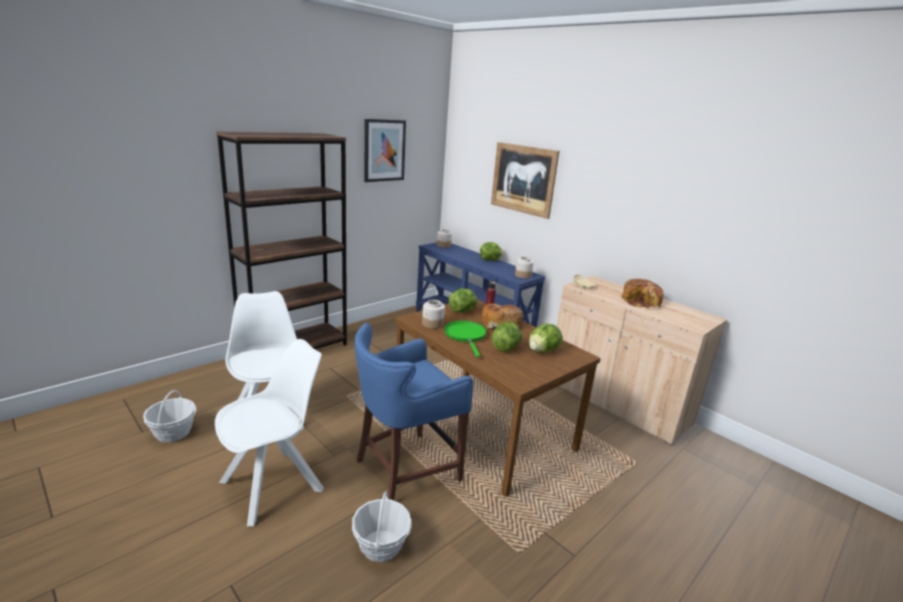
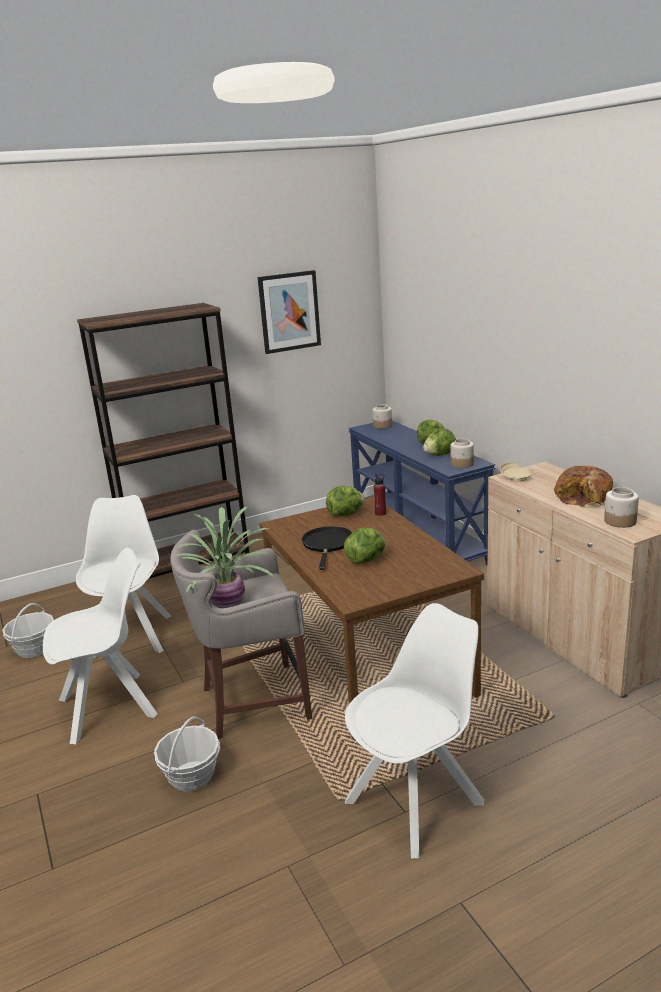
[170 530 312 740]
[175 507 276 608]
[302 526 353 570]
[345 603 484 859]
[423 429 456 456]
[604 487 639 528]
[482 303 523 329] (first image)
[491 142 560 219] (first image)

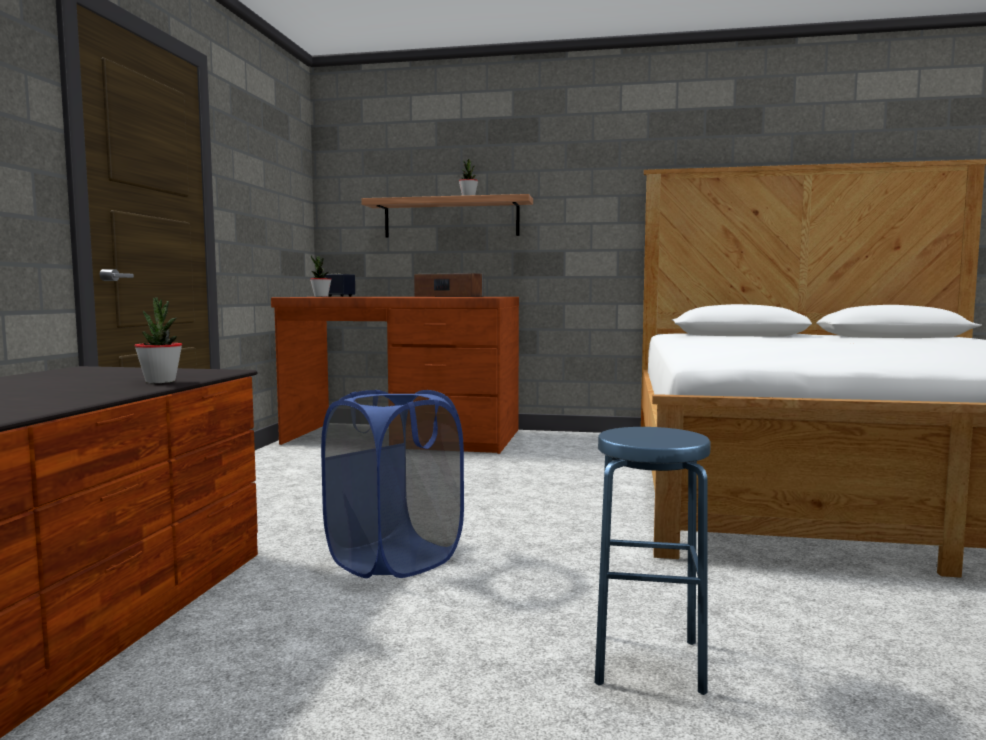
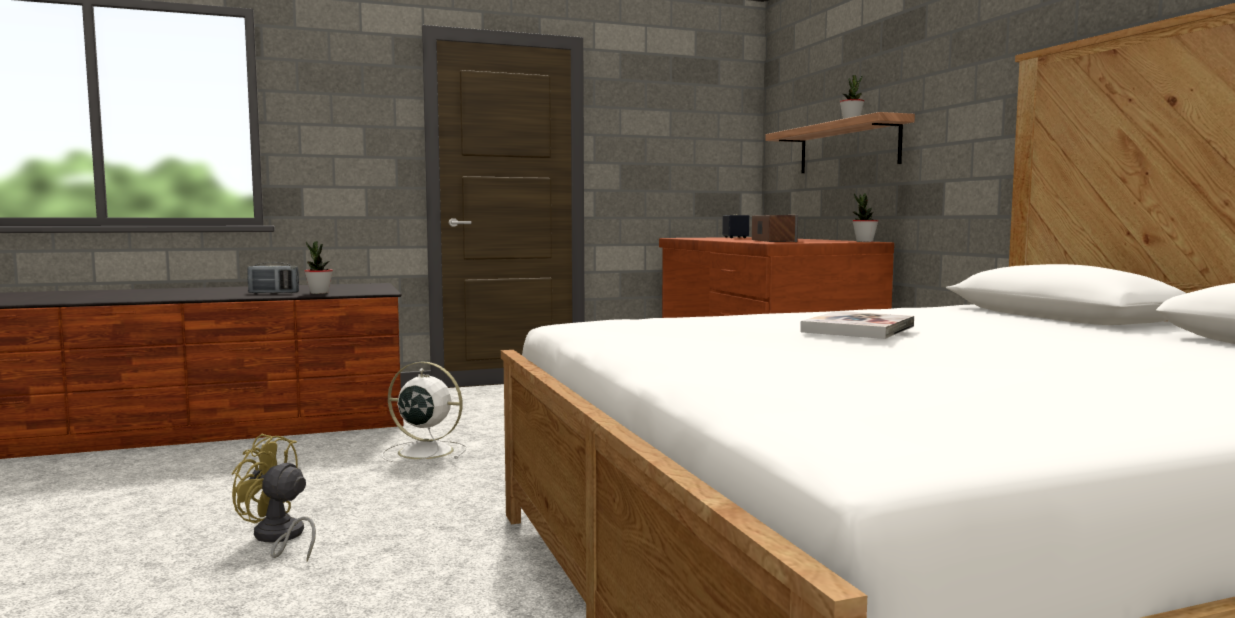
[232 434 316 562]
[247 262 299 294]
[382 362 466 463]
[800 311 914 339]
[852 193 878 242]

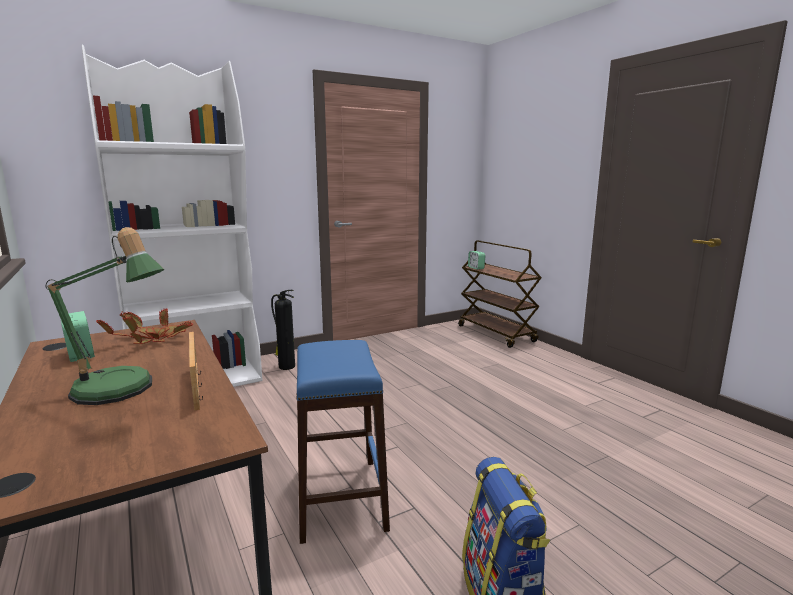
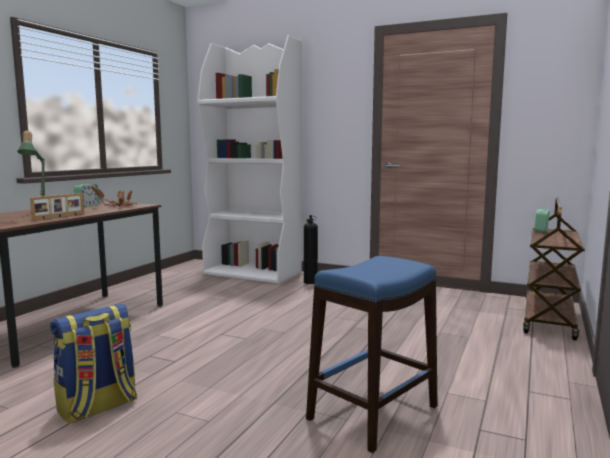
[306 256 438 453]

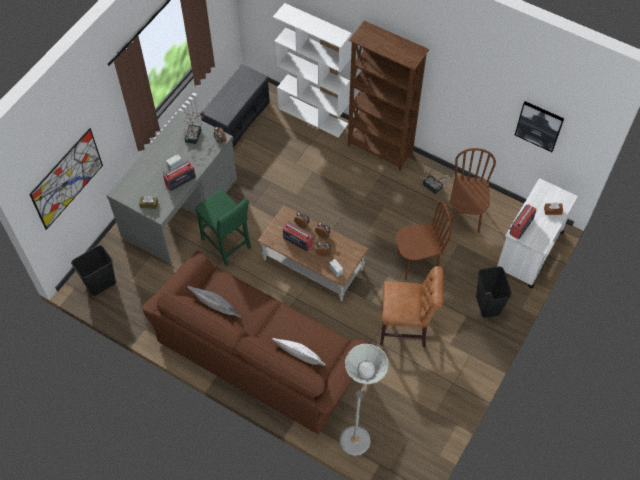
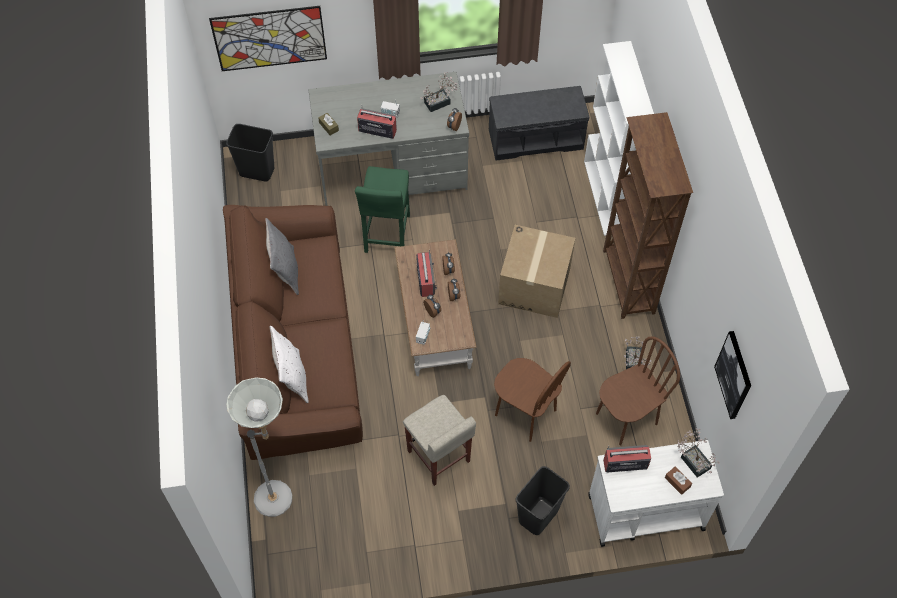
[403 395 476 486]
[498 225 575 318]
[677 428 720 478]

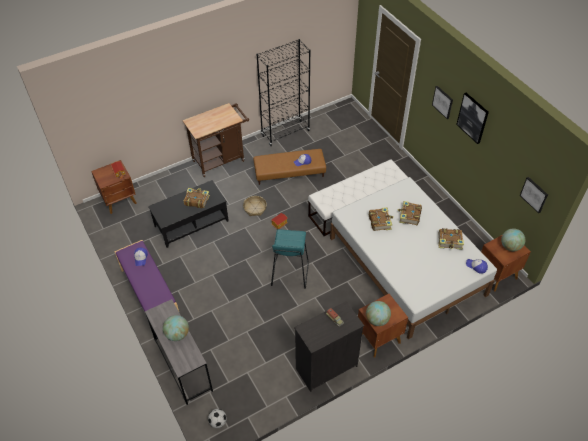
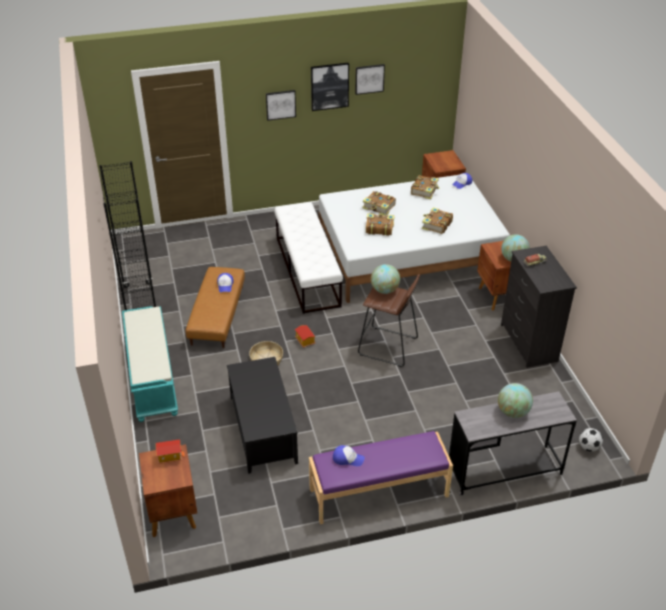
[122 306 178 422]
[355 64 385 95]
[358 274 420 367]
[371 264 400 294]
[422 207 453 234]

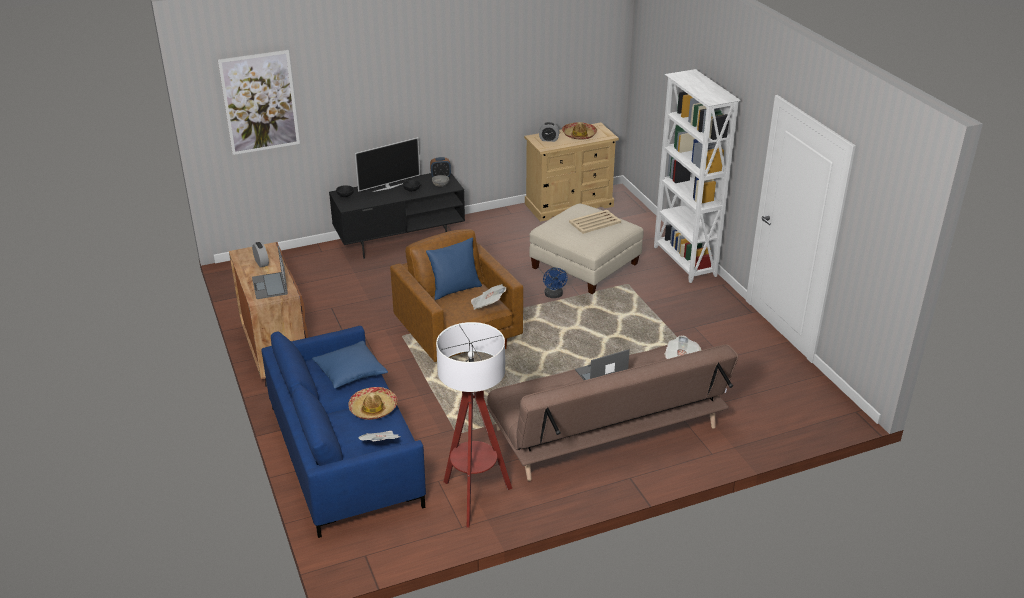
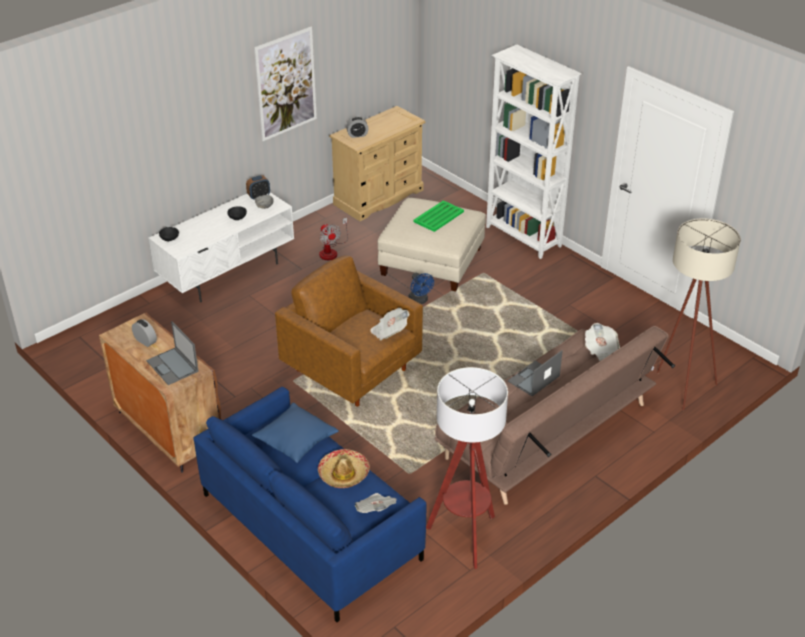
[148 192 294 302]
[254 27 317 141]
[319 218 348 260]
[413 200 464 232]
[657 218 741 410]
[355 137 420 192] (first image)
[426 238 482 300] (first image)
[562 122 597 140] (first image)

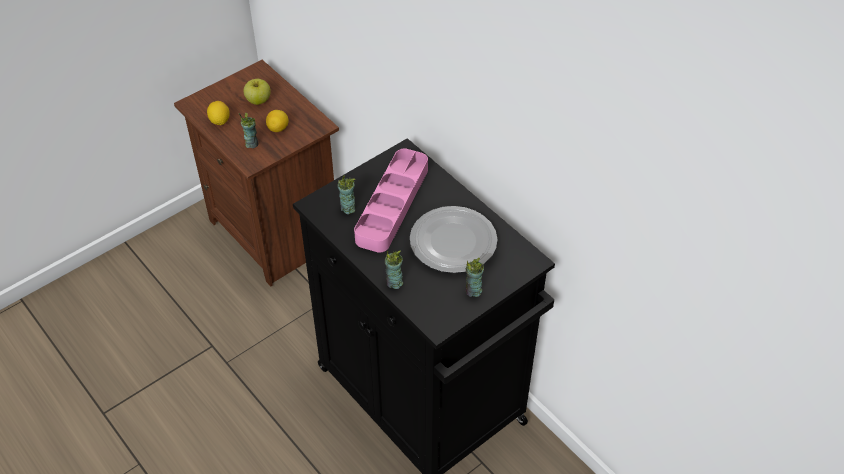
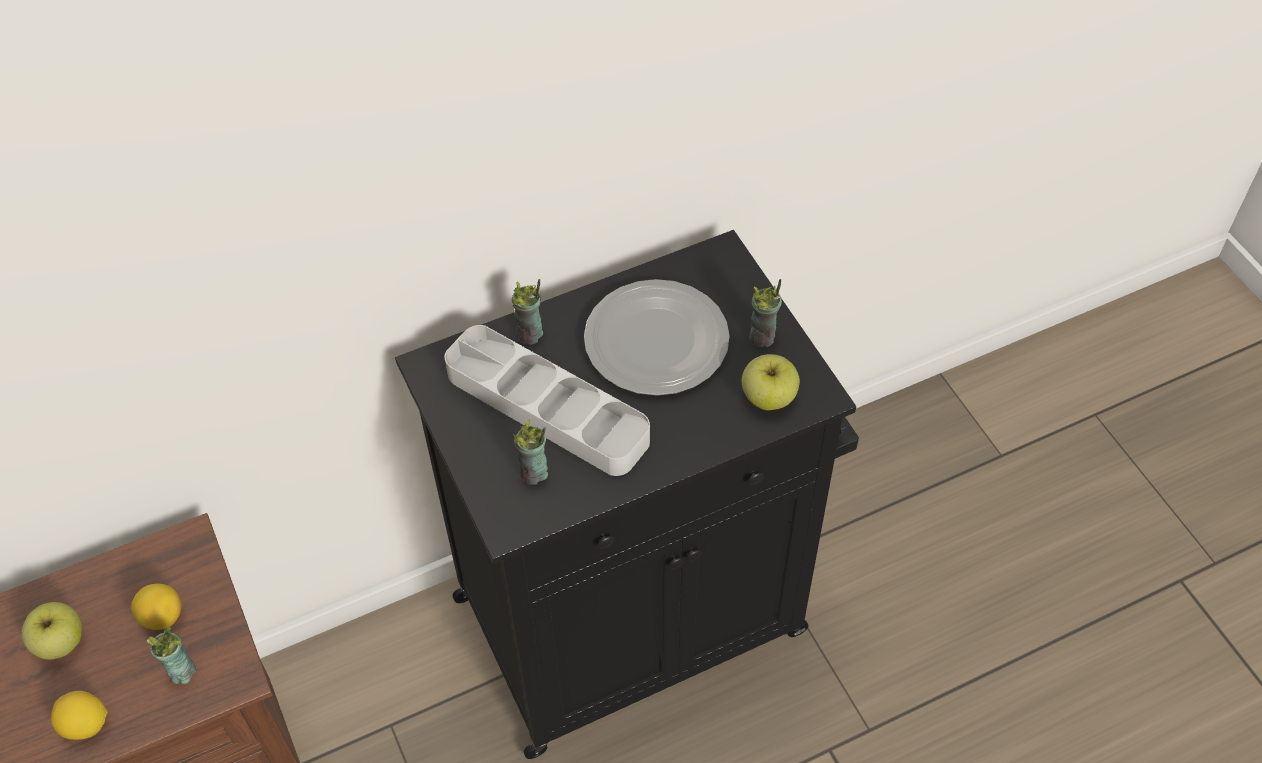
[445 325 650 476]
[512 279 543 345]
[742 354 800 410]

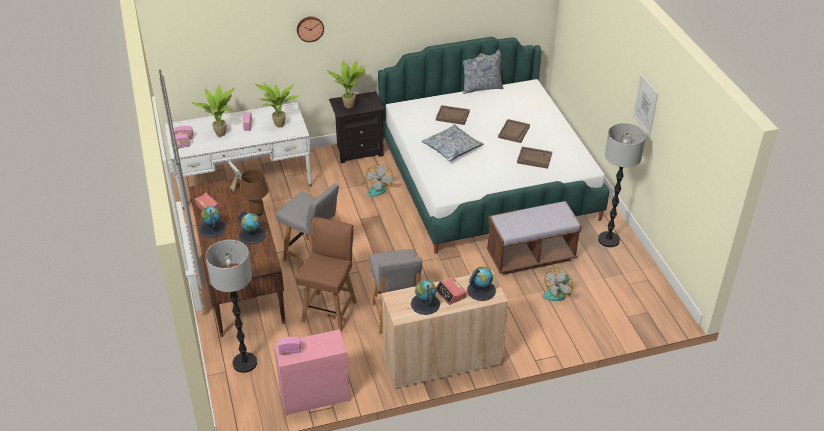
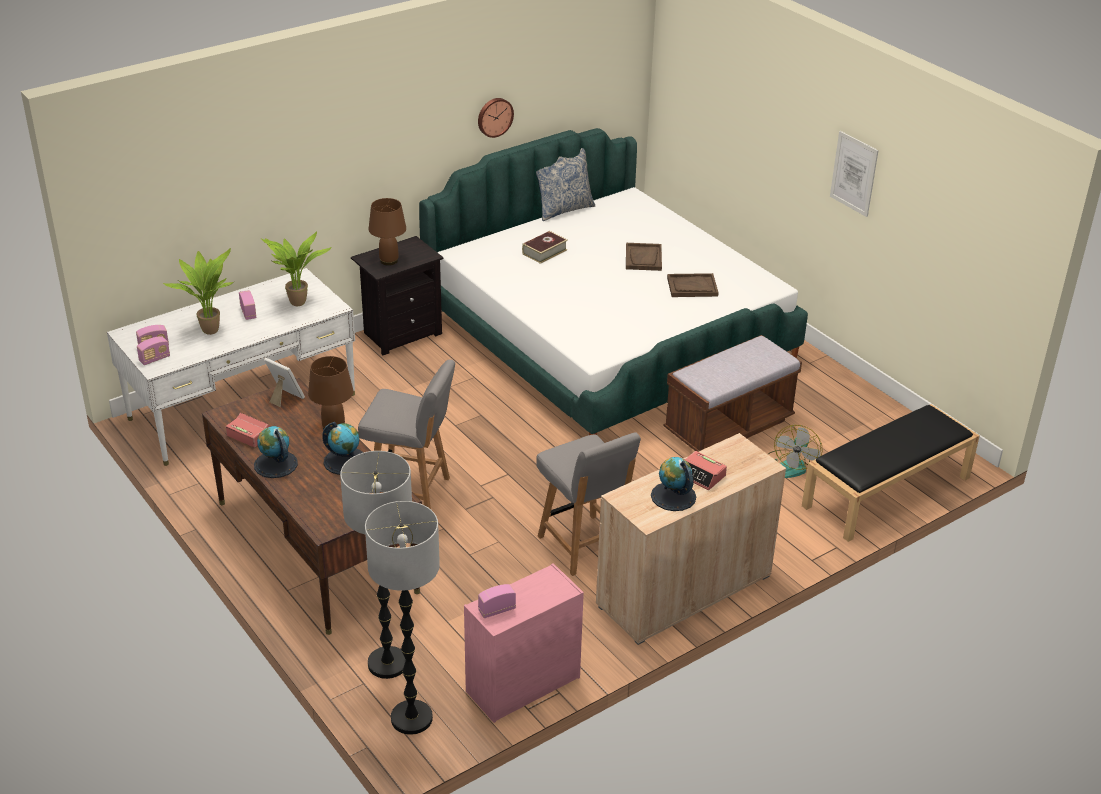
[365 501 440 735]
[369 198 406 266]
[478 98 514 138]
[522 231 568 264]
[802 404 980 542]
[296 217 357 332] (first image)
[362 164 394 197] (first image)
[421 124 484 162] (first image)
[467 267 496 301] (first image)

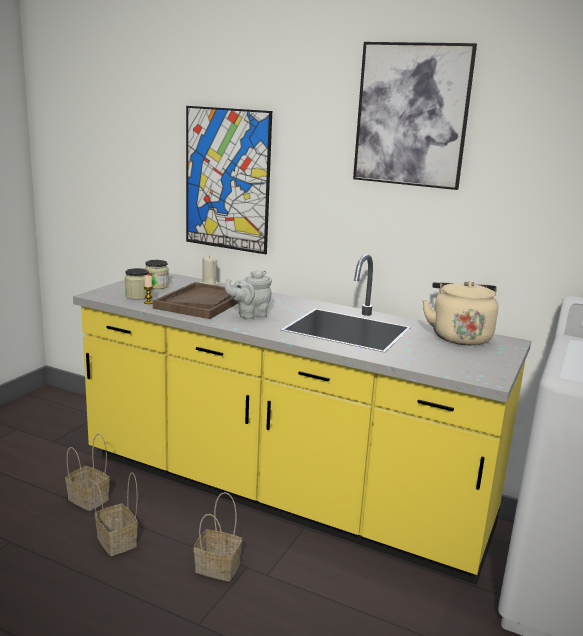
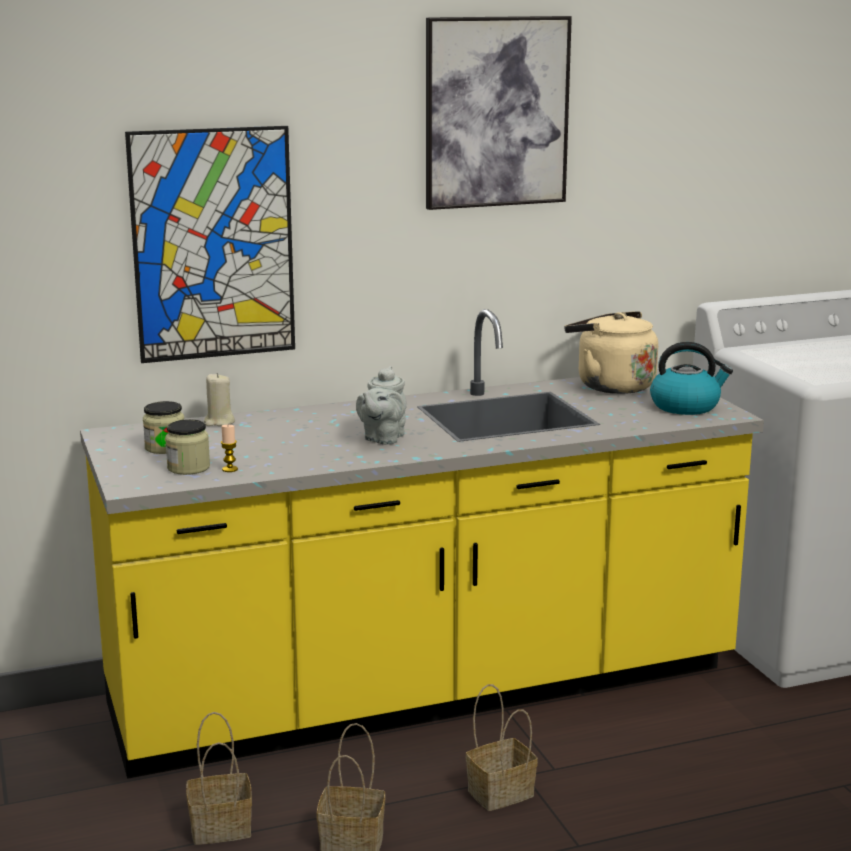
[650 342 733 415]
[153 282 238 319] (first image)

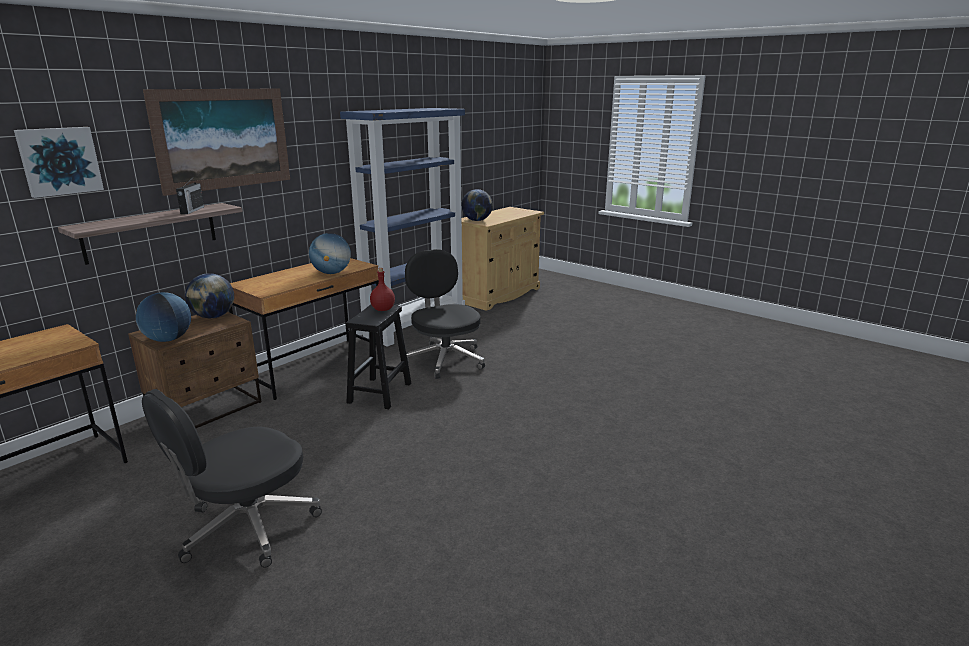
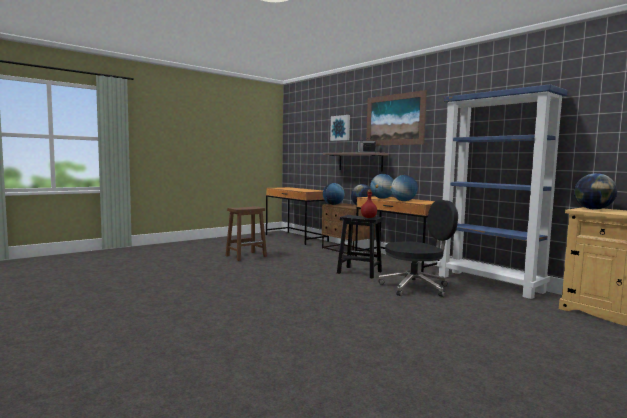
[226 206 267 261]
[370 174 393 199]

